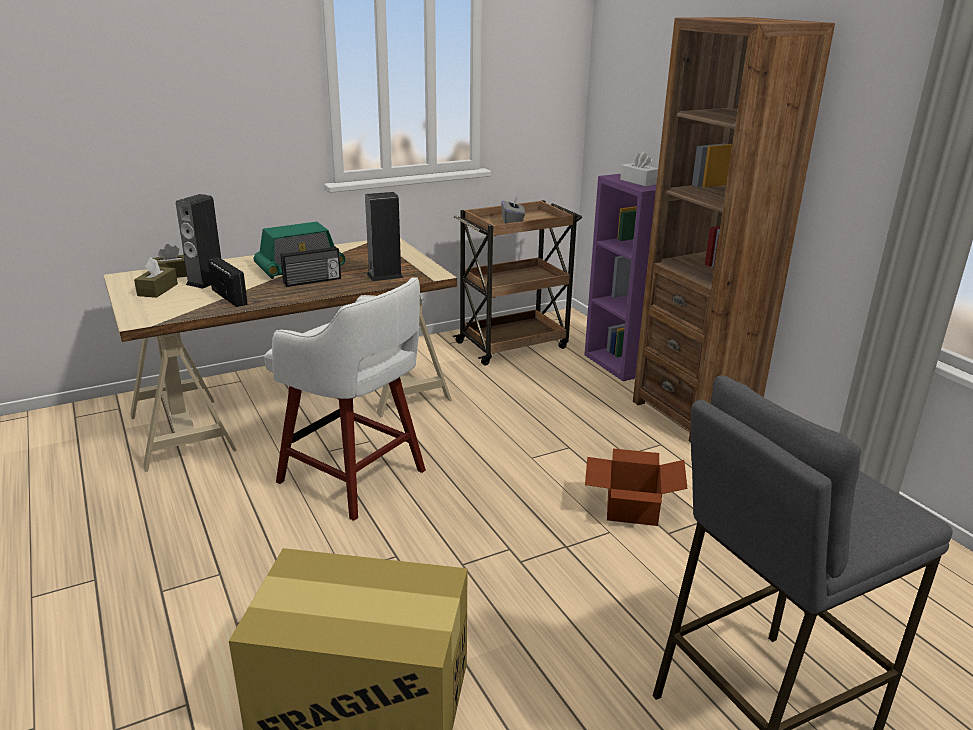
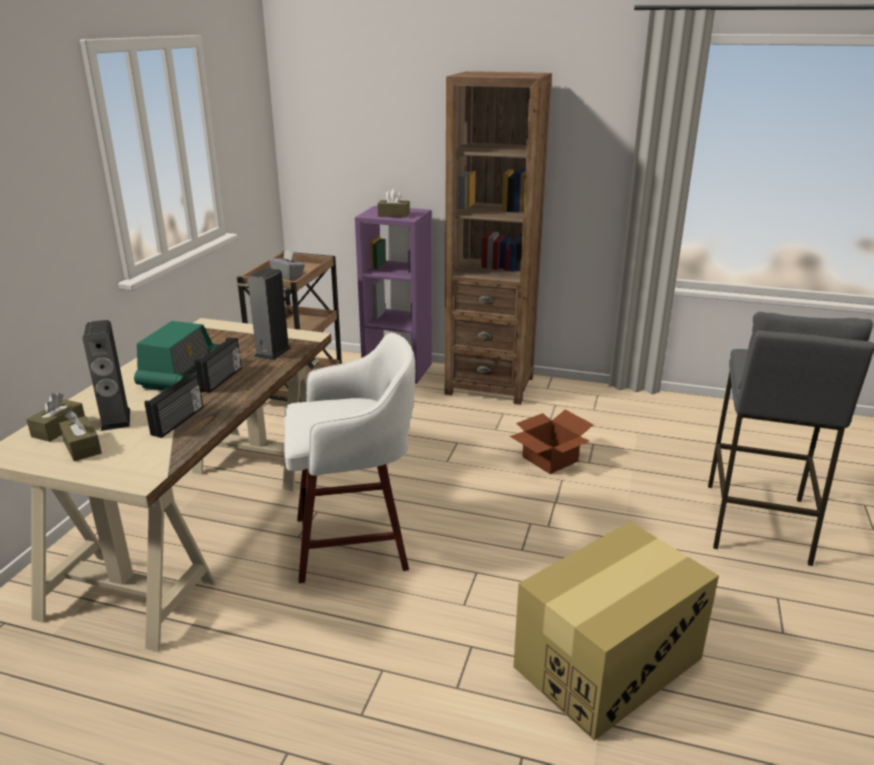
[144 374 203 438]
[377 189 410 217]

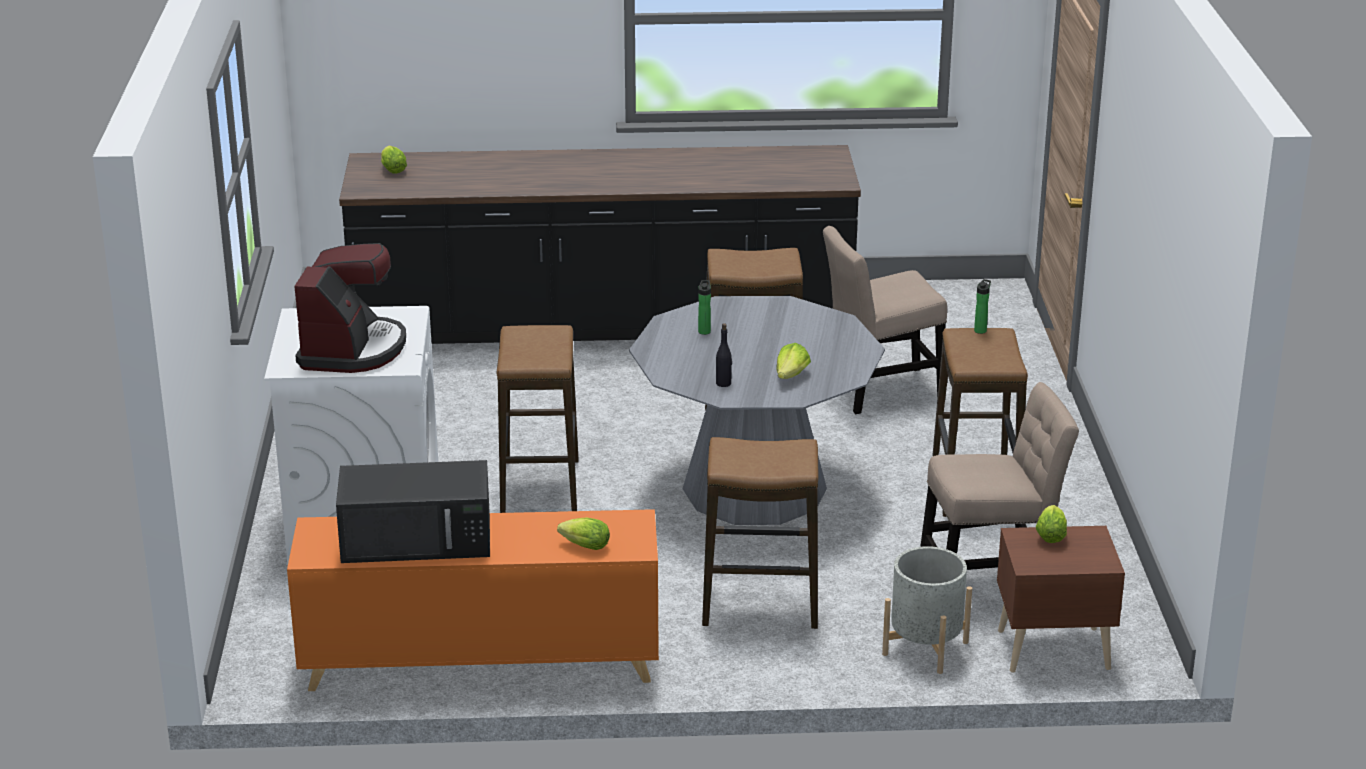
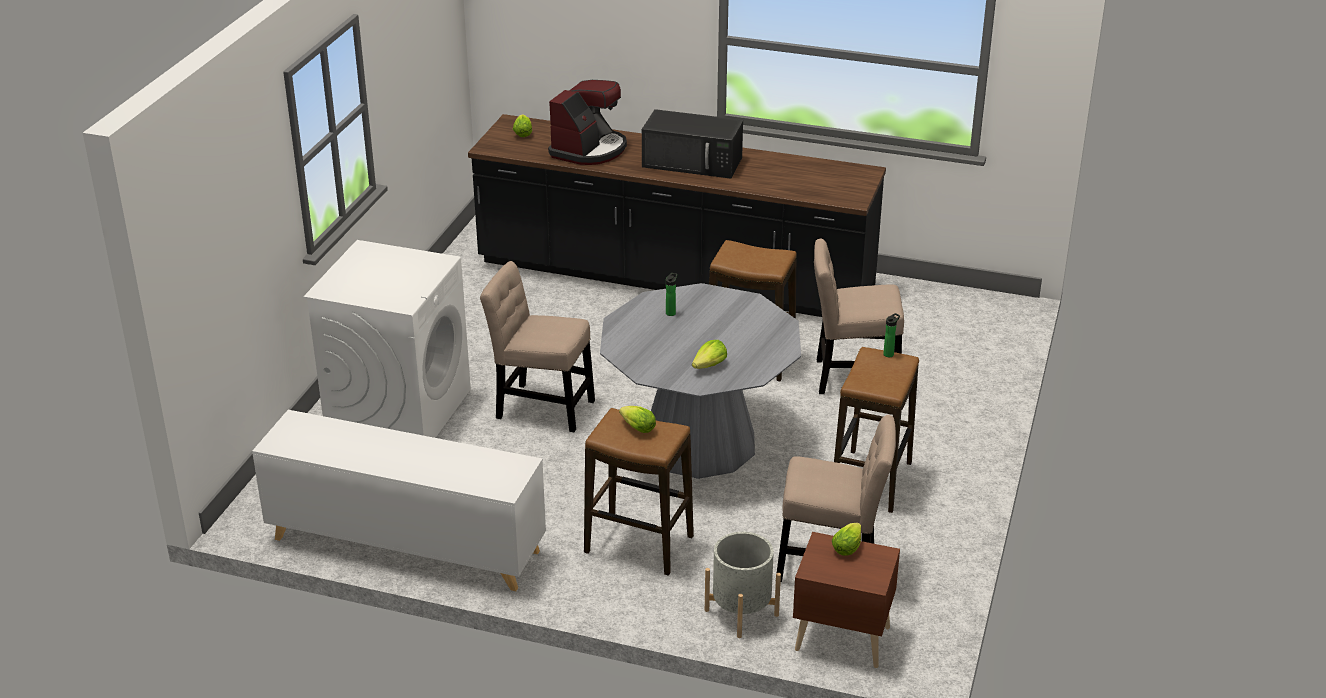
[252 410 546 591]
[480 261 595 432]
[548 80 627 165]
[619 406 656 433]
[642 109 743 179]
[716 323 732 387] (first image)

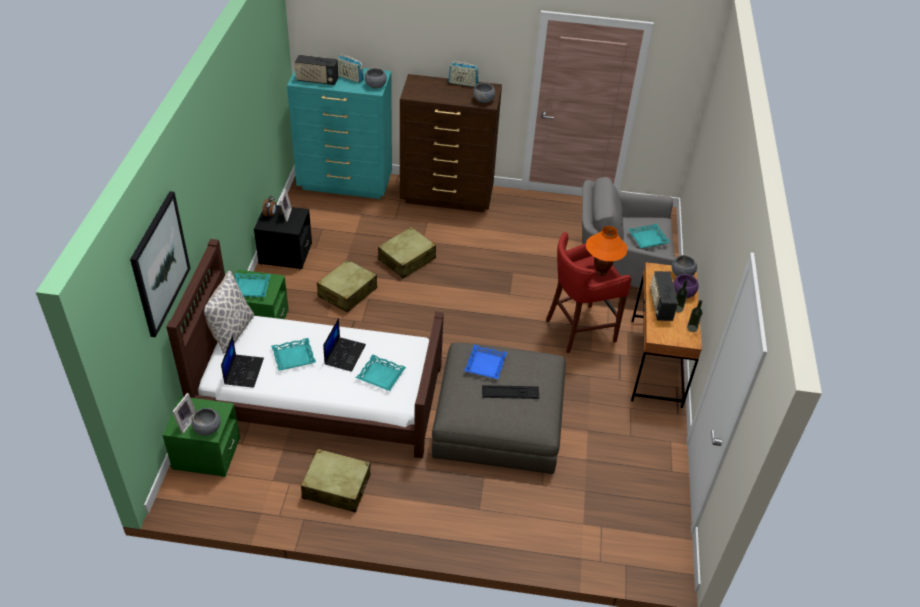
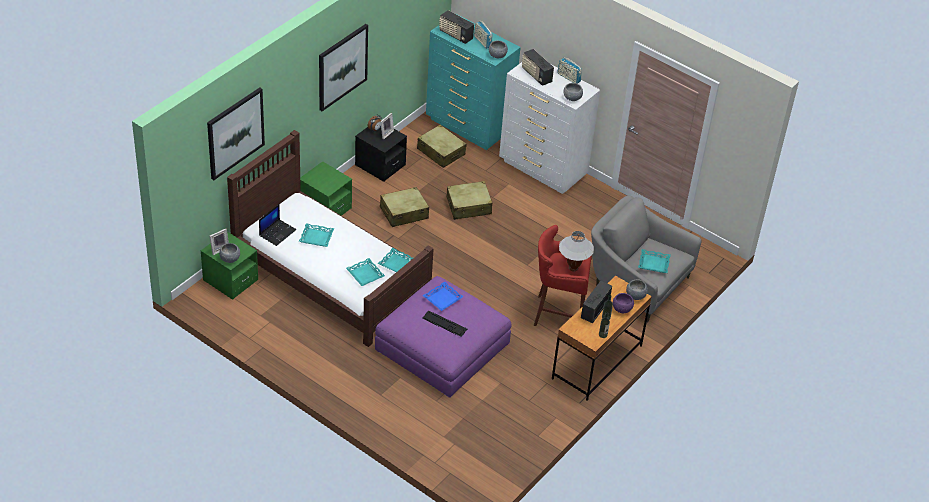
[319 24 368 111]
[375 276 511 398]
[378 248 413 272]
[417 124 467 168]
[499 62 600 194]
[522 49 554 86]
[559 231 594 272]
[204 271 254 353] (first image)
[323 318 366 372] (first image)

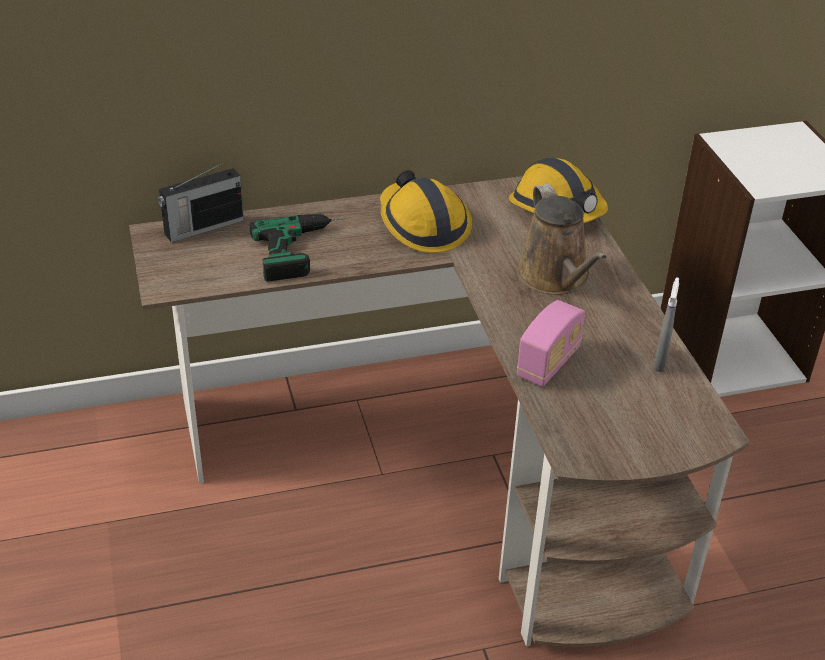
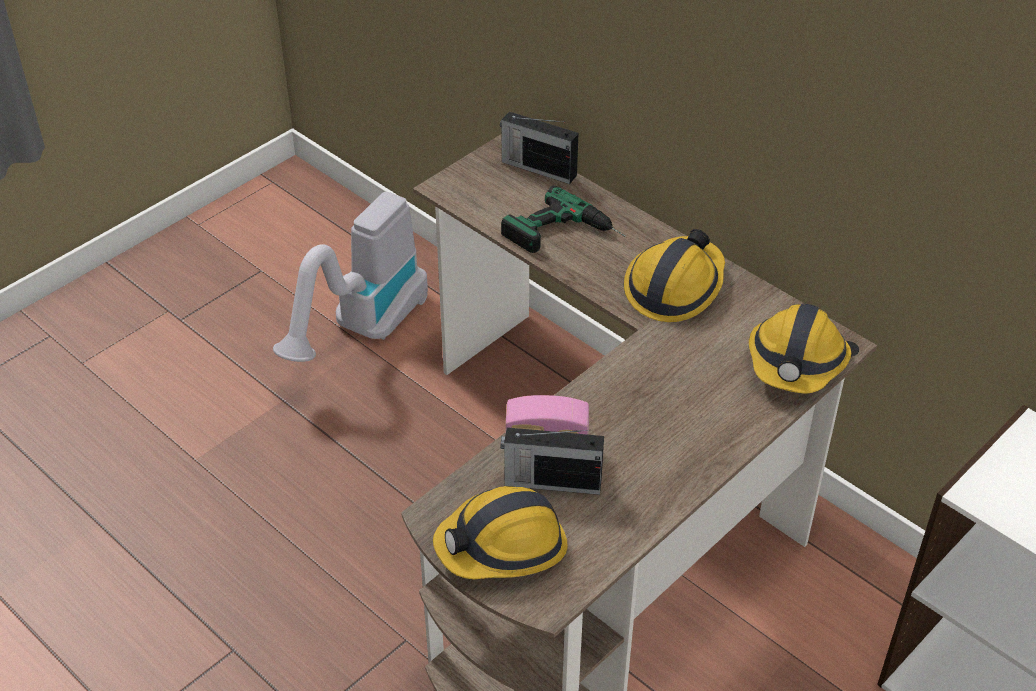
[273 192 428 362]
[433 486 568 579]
[501 427 604 495]
[516 184 607 295] (first image)
[653 277 679 372] (first image)

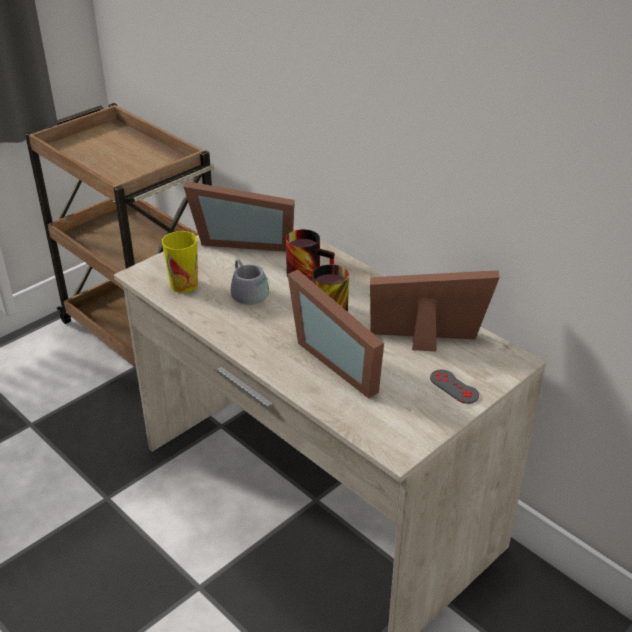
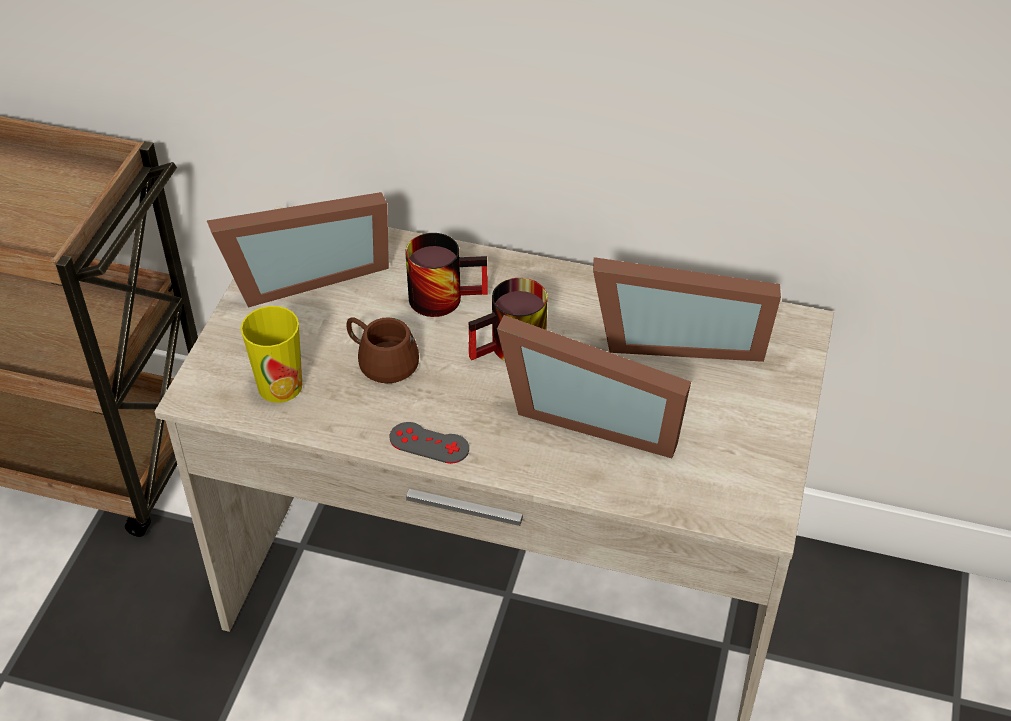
[346 317 419 383]
[390 422 469 464]
[593 257 781 362]

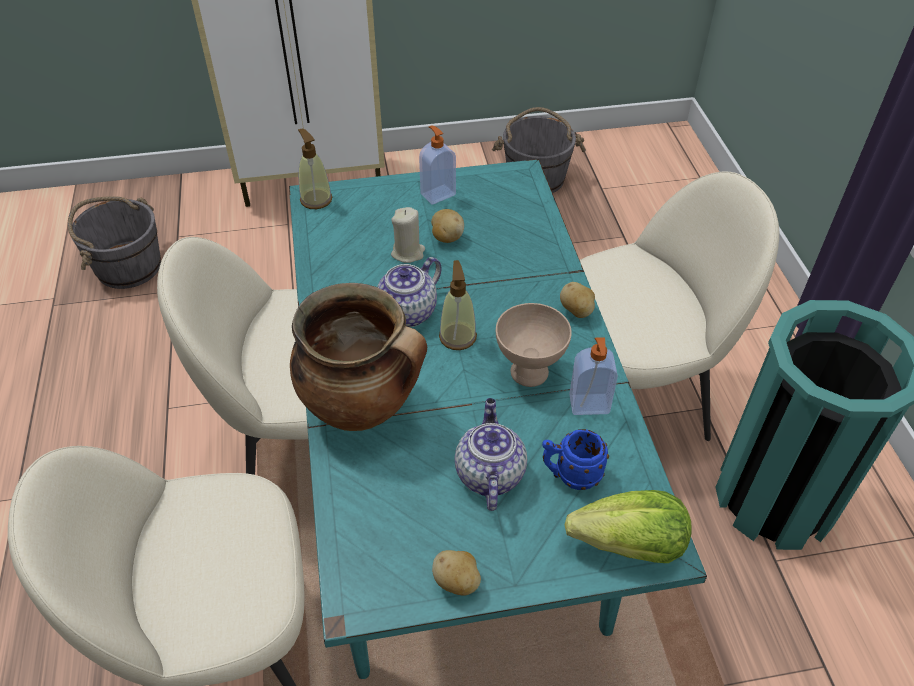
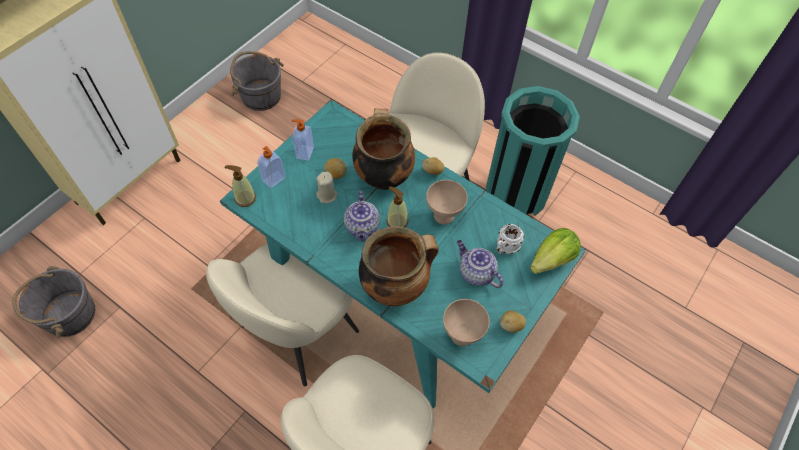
[257 146 285 188]
[352 108 415 190]
[443 299 490 346]
[496 224 524 254]

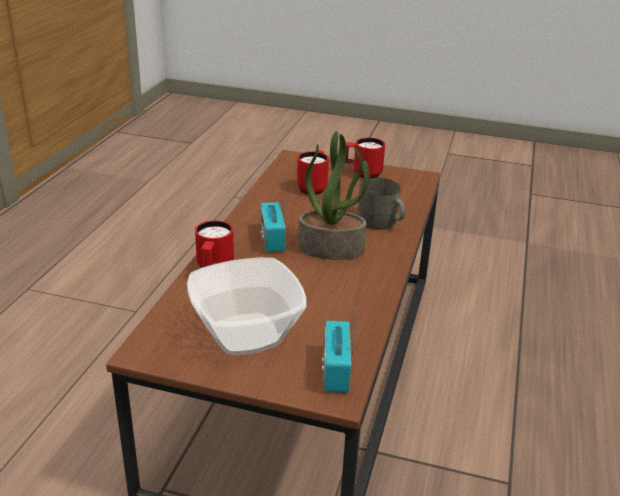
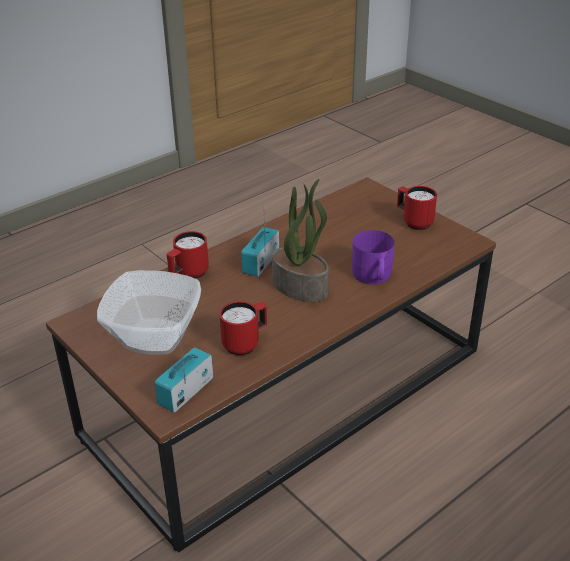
[219 301 267 355]
[352 230 395 285]

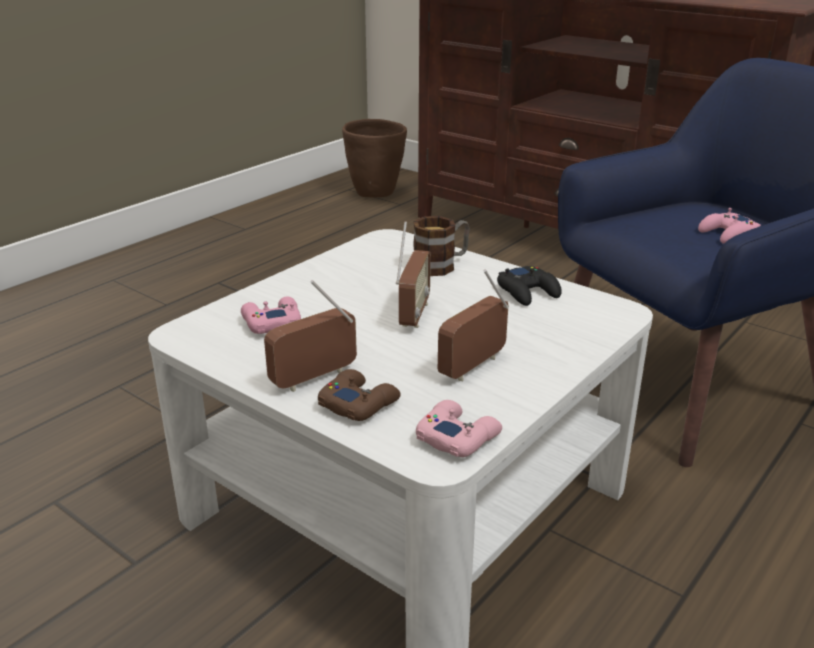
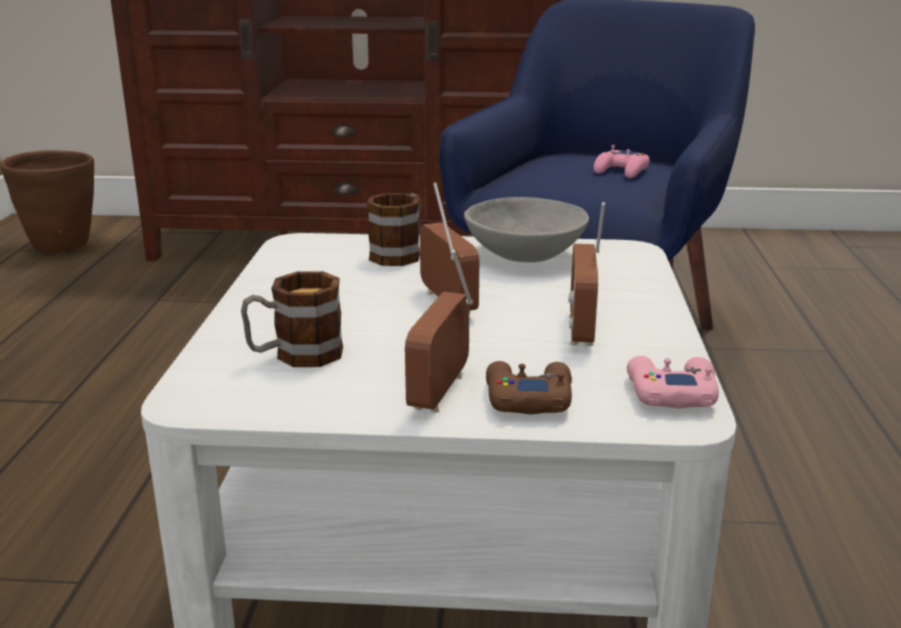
[241 271 343 367]
[464 197 589 262]

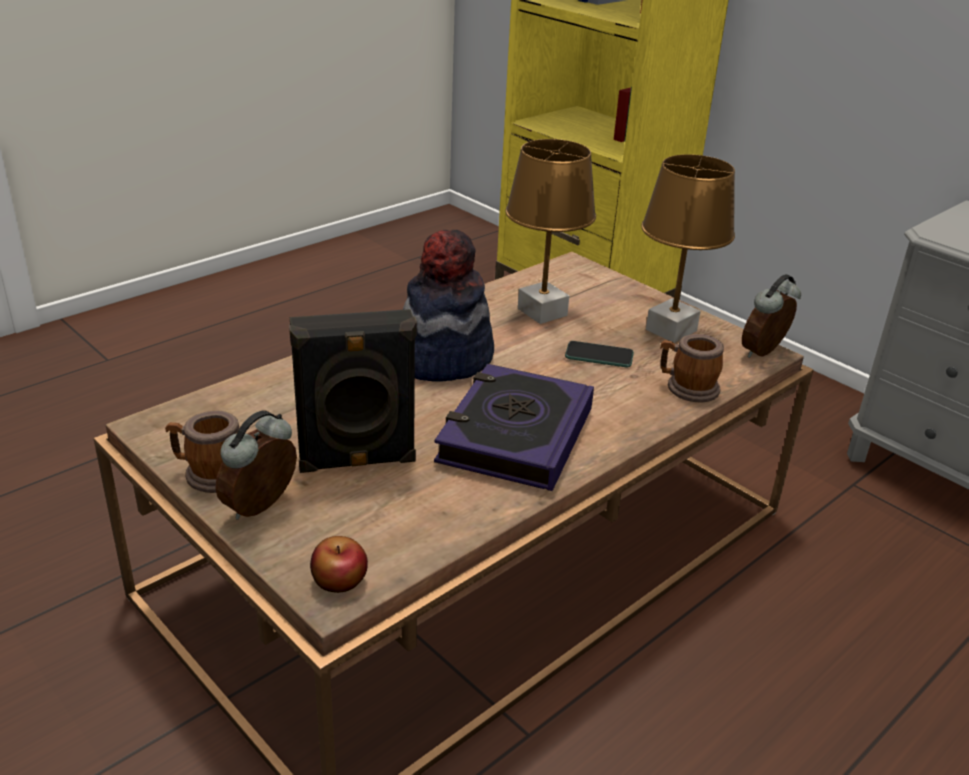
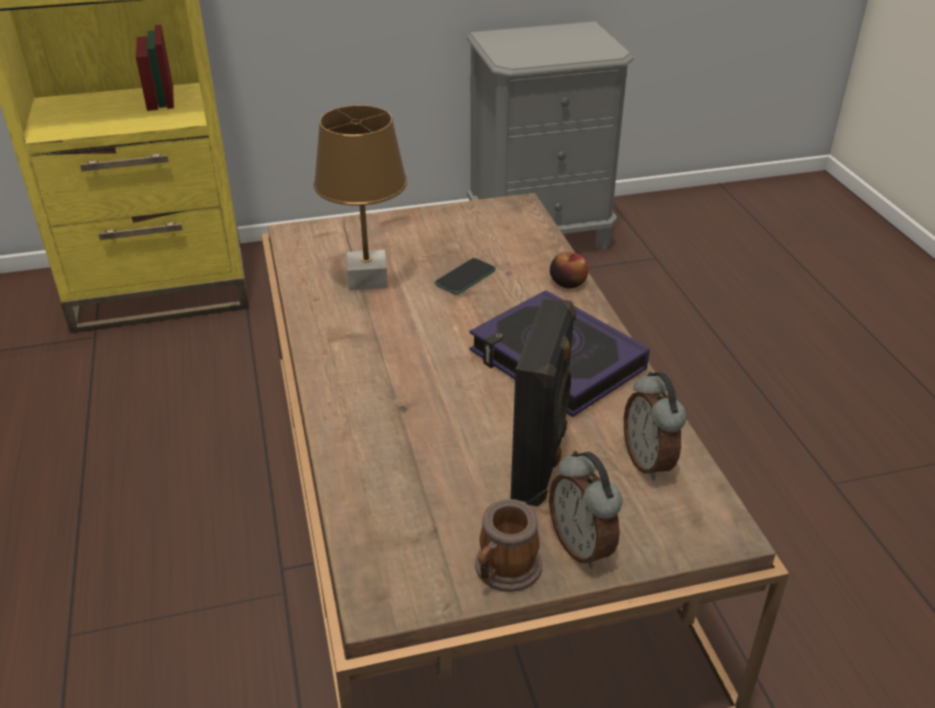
[550 252 588 288]
[624 372 687 480]
[403 230 494 382] (first image)
[641 154 735 343] (first image)
[660 334 724 402] (first image)

